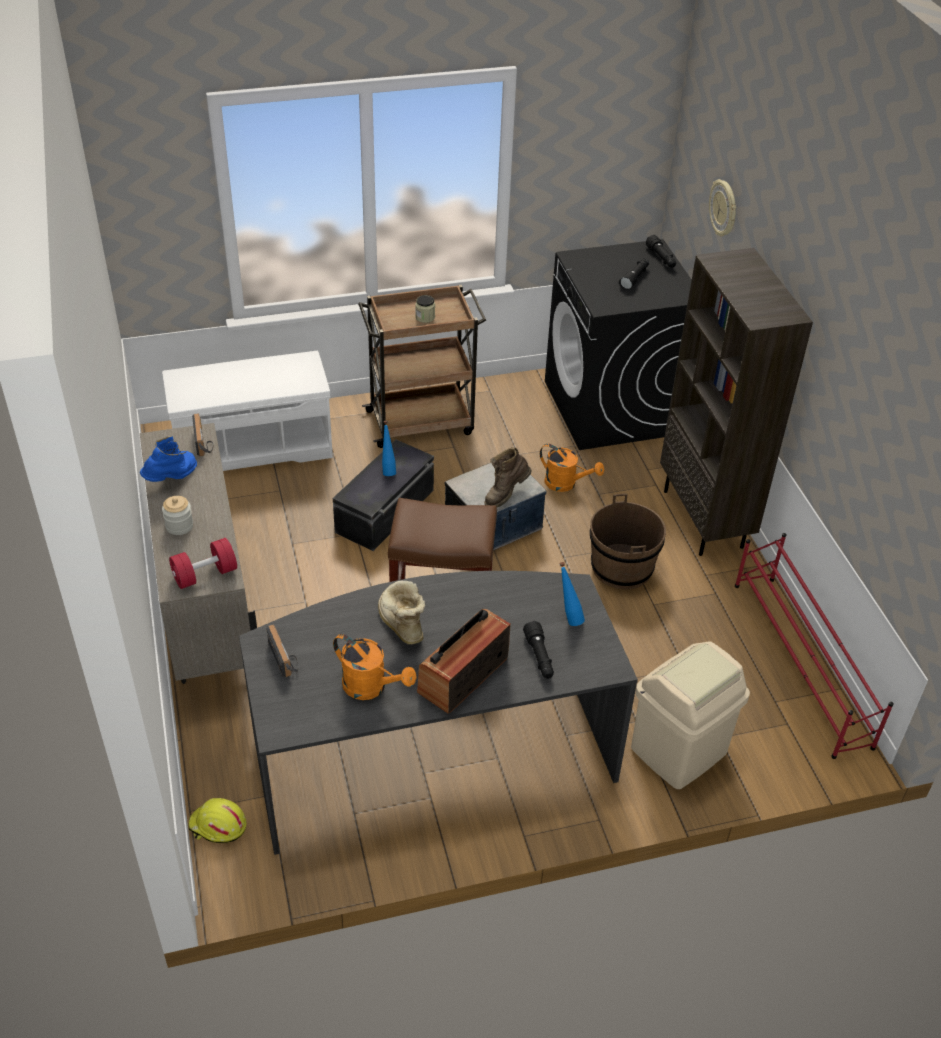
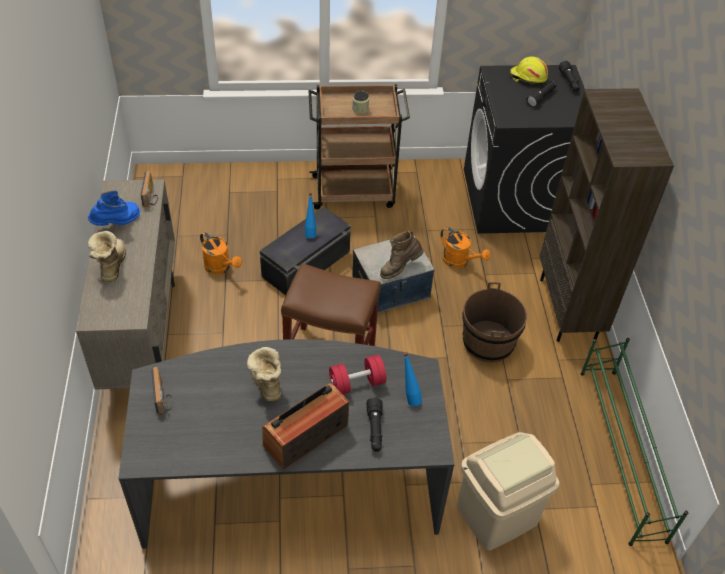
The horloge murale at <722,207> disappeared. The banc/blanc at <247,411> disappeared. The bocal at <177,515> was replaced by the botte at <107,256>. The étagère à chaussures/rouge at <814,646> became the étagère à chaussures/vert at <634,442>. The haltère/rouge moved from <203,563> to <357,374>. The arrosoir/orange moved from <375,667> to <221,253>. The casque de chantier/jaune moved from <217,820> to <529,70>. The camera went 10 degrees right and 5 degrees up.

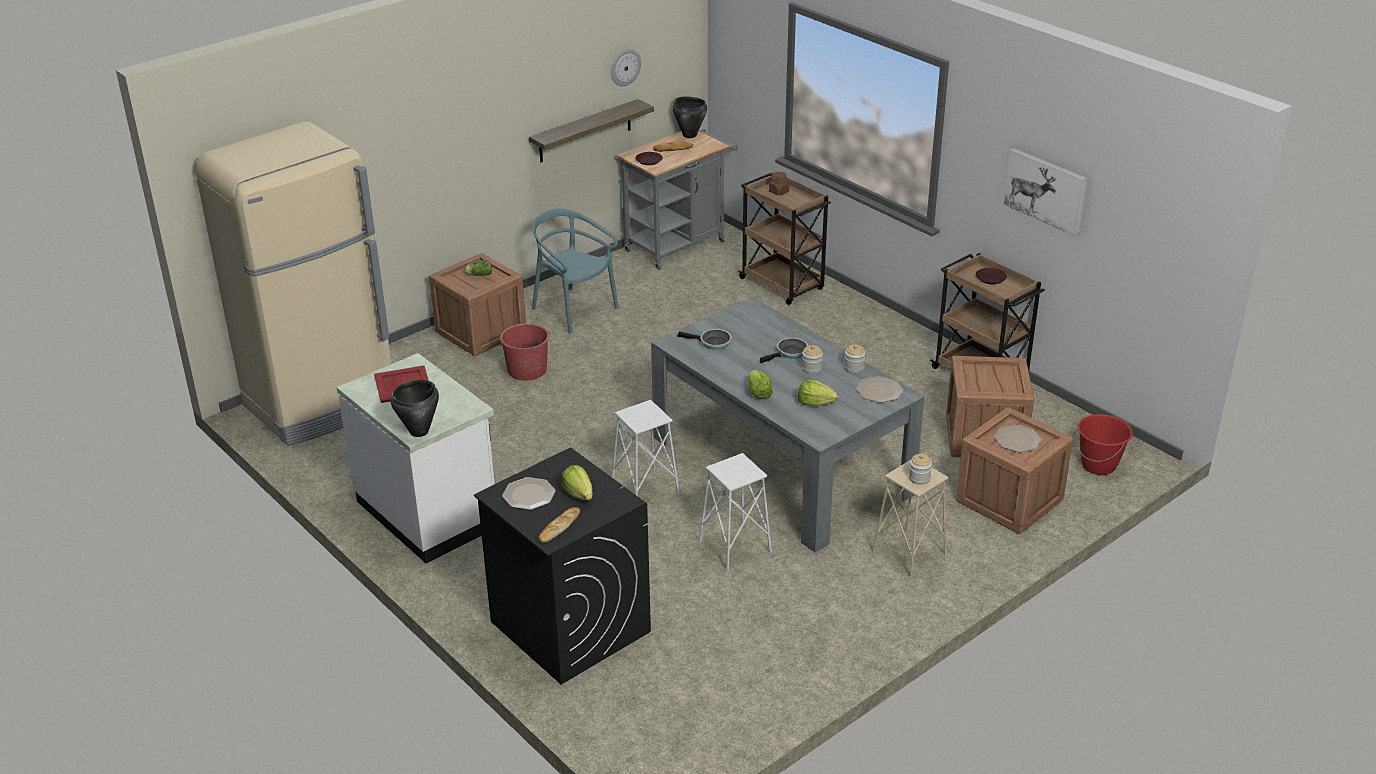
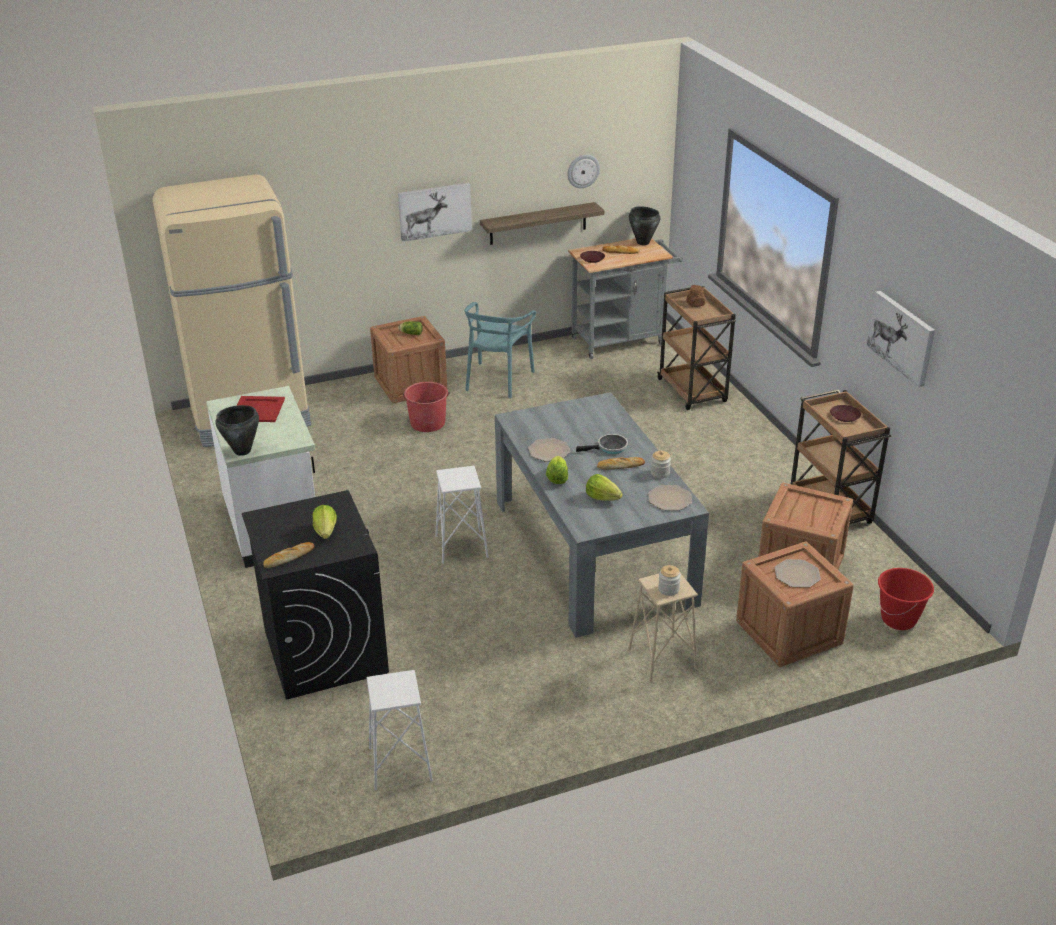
The chaise/turquoise at <575,271> turned 135 degrees counterclockwise. The poêle at <704,339> disappeared. The bocal at <812,359> was replaced by the pain at <621,463>. The tabouret/blanc moved from <735,512> to <400,730>. The assiette moved from <529,493> to <549,450>. The tableau at <435,212> appeared. The camera went 20 degrees right and 0 degrees up.

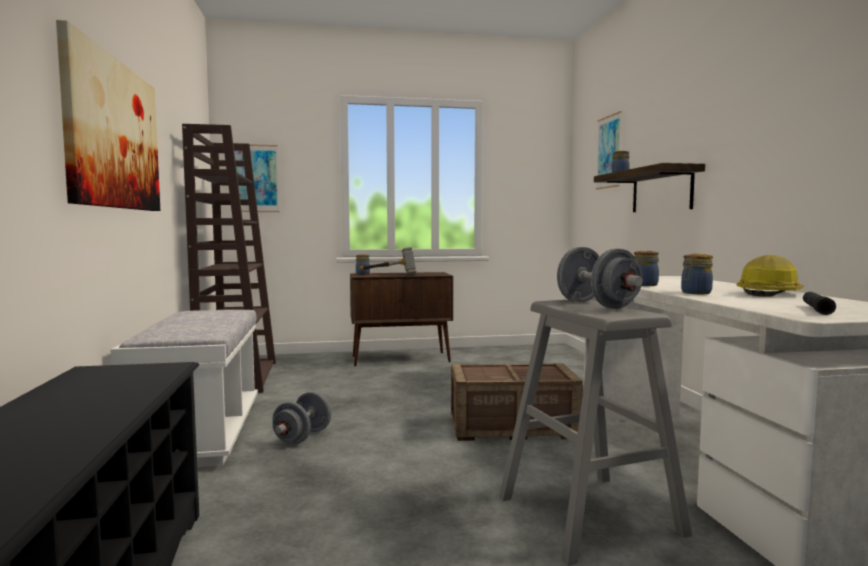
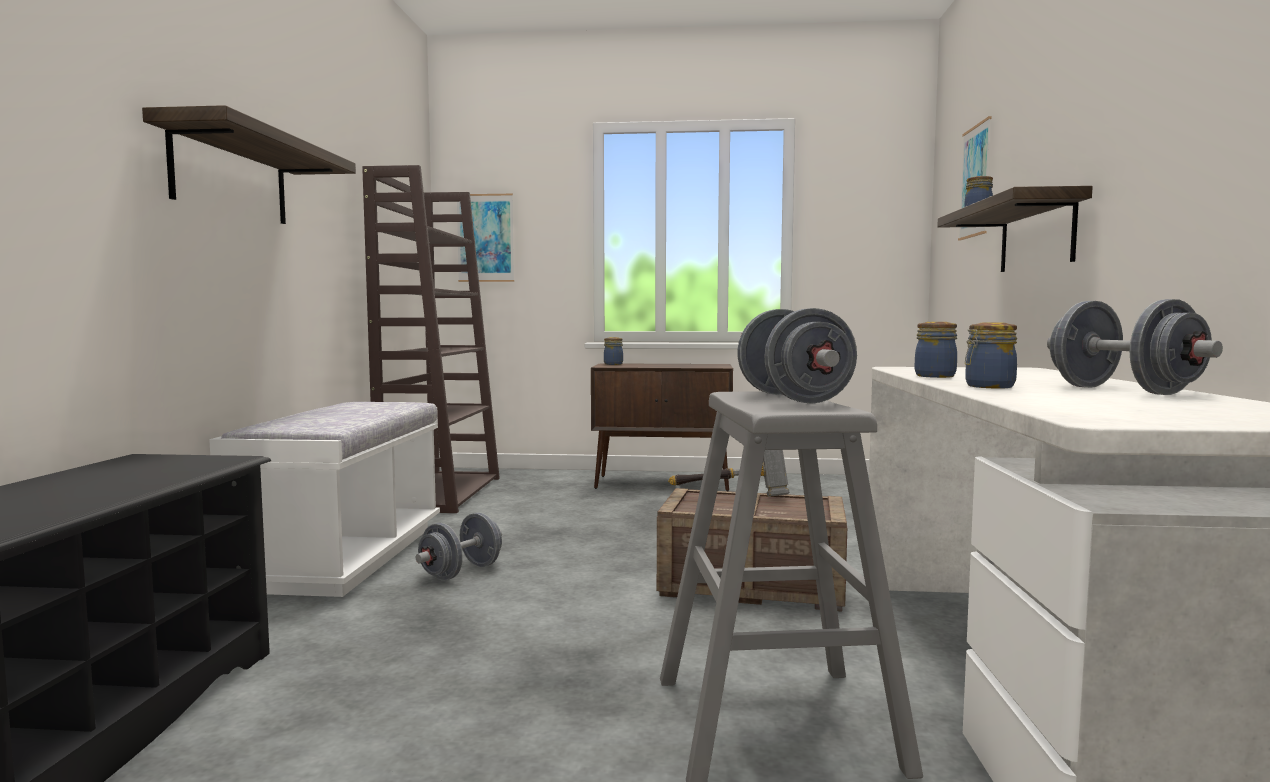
The tableau at <108,115> was replaced by the étagère at <249,164>. The marteau moved from <388,261> to <728,473>. The casque de chantier at <770,276> was replaced by the haltère/gris at <1135,347>. The lampe de poche/noir at <819,303> disappeared. The camera went 15 degrees right and 0 degrees up.

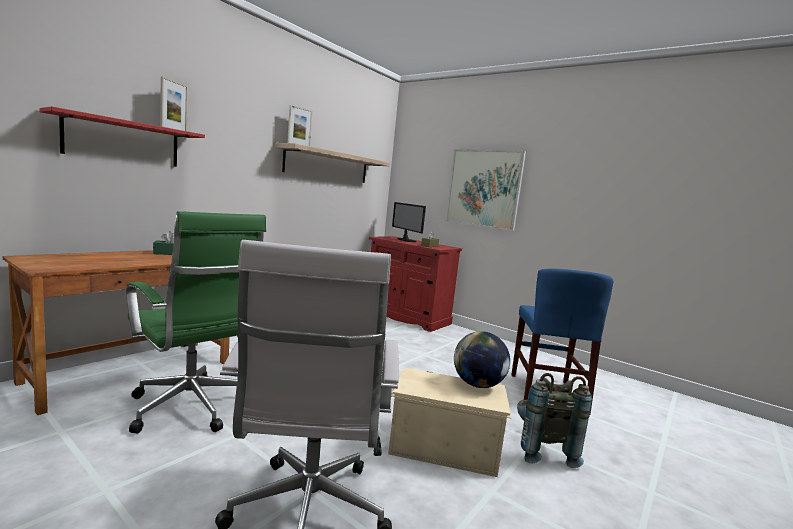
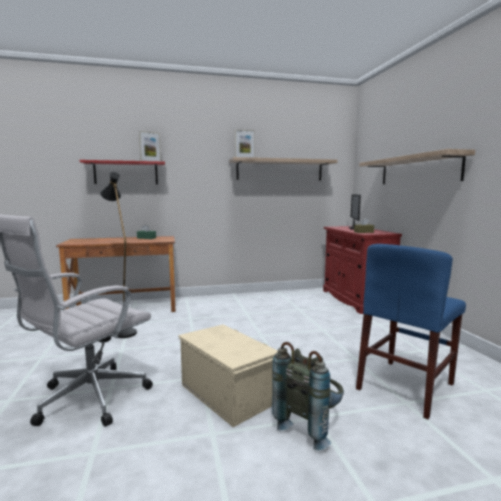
The tableau at <486,190> was replaced by the étagère at <417,166>. The chaise de bureau/vert at <196,322> was replaced by the lampadaire/noir at <118,255>. The globe at <482,359> disappeared. The camera went 40 degrees right and 0 degrees up.

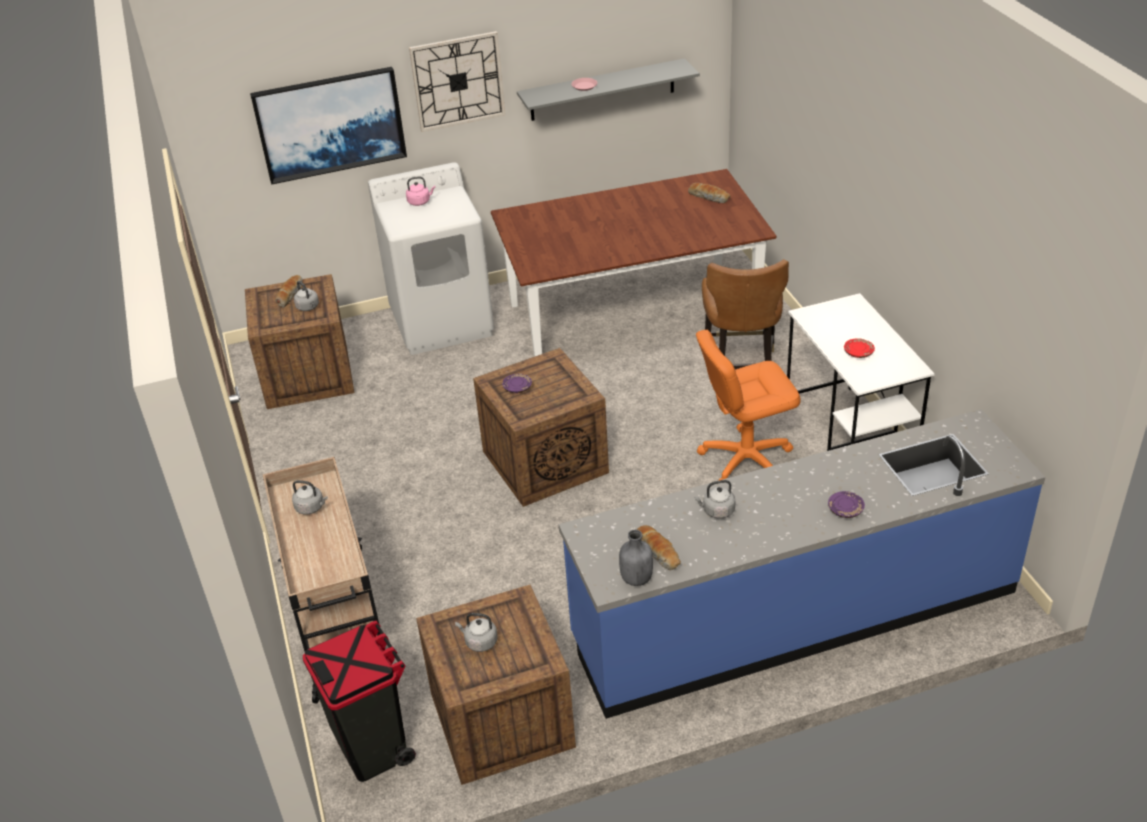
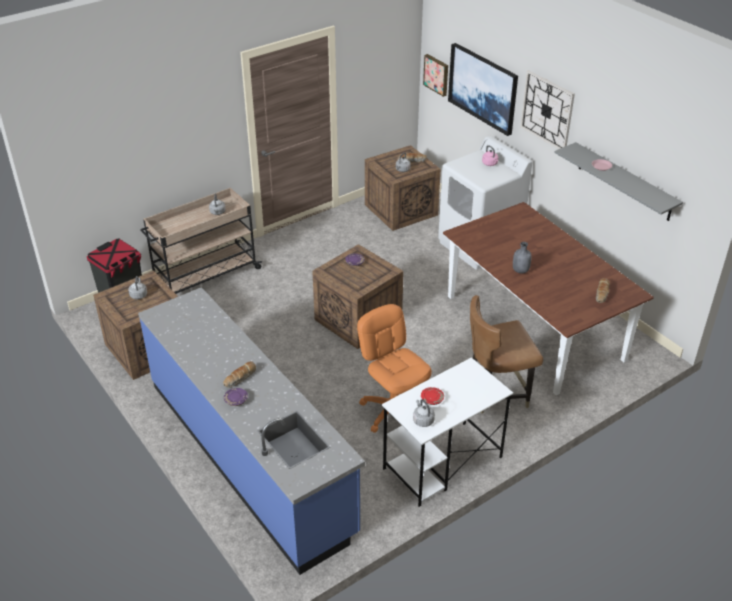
The bouilloire/gris moved from <714,499> to <424,413>. The pain moved from <659,547> to <239,374>. The bouteille/gris moved from <636,558> to <522,258>. The tableau at <435,75> appeared. The camera went 70 degrees right and 0 degrees up.

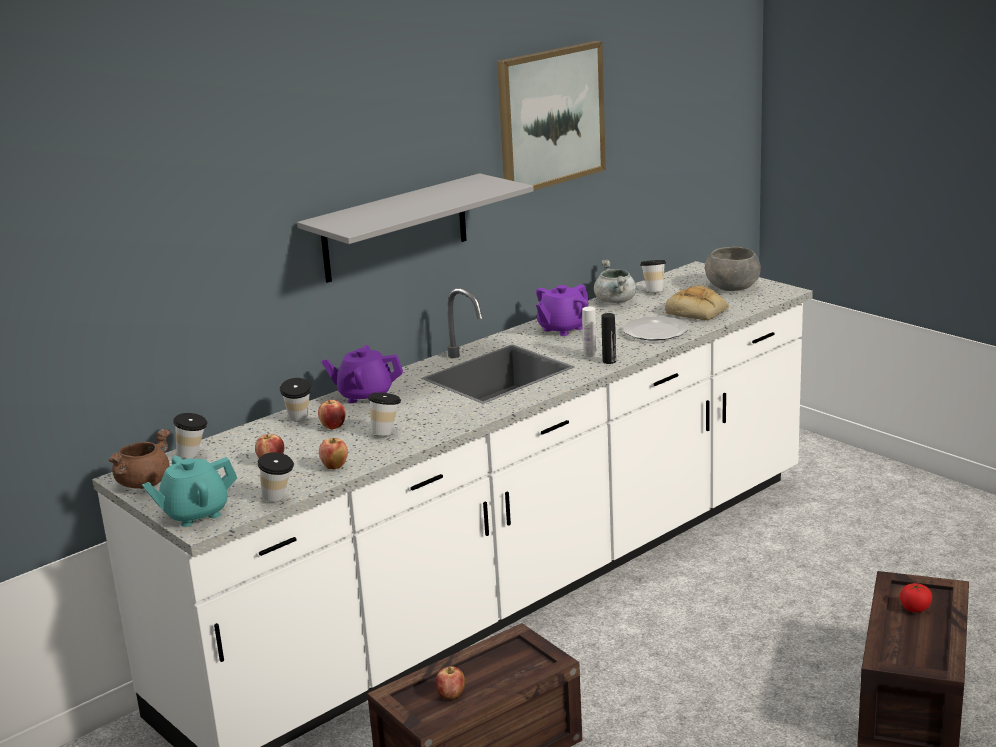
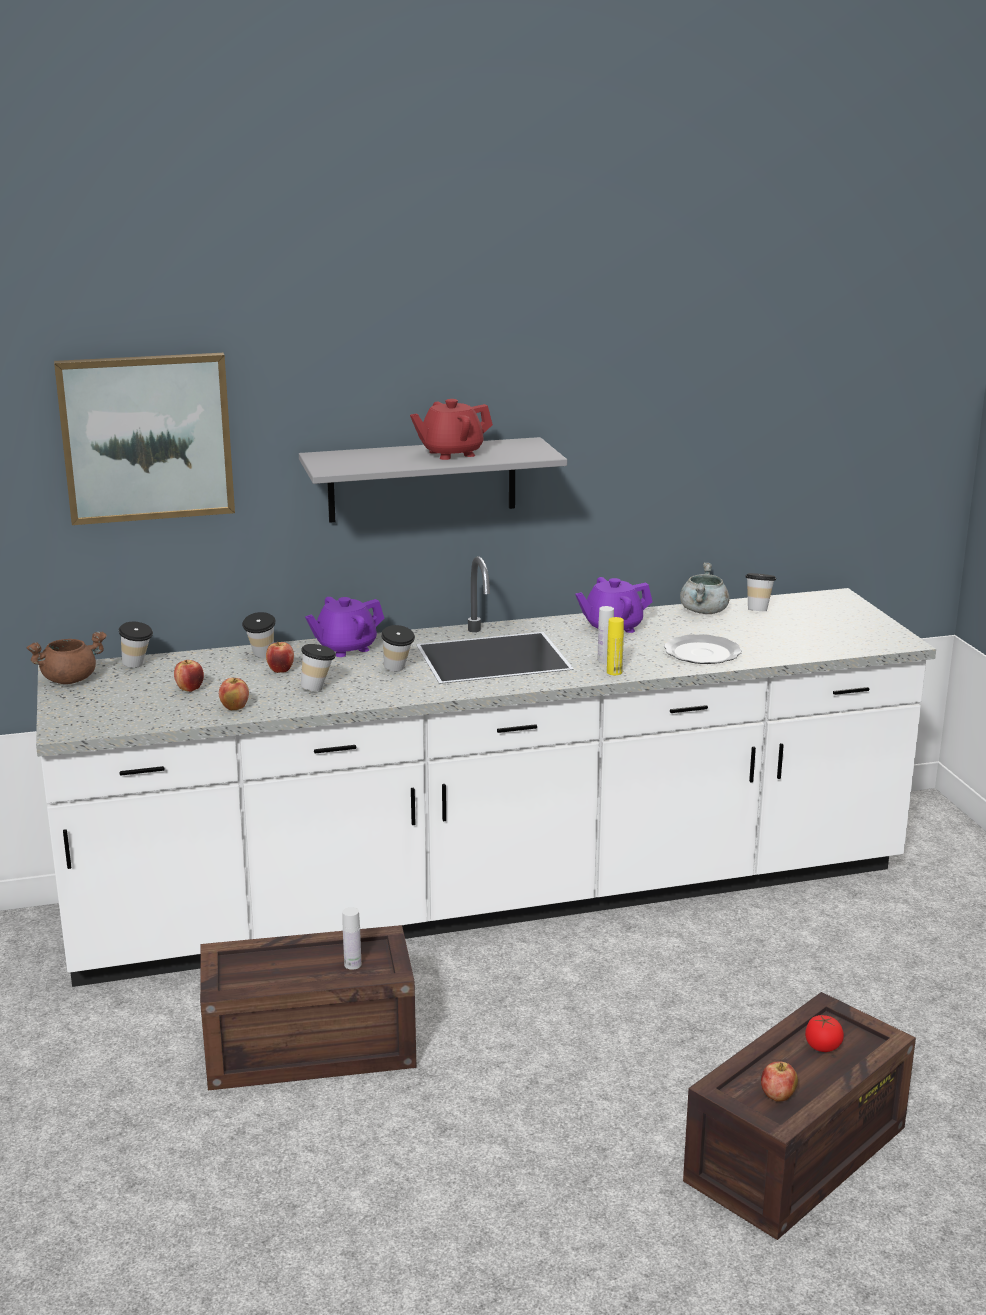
The tableau moved from <551,115> to <144,439>. The bol/gris at <733,269> disappeared. The pain at <697,302> disappeared. The bouteille/noir at <609,338> became the bouteille/jaune at <615,646>. The théière/violet at <362,374> turned 60 degrees counterclockwise. The tasse moved from <276,477> to <398,648>. The théière/turquoise at <189,491> disappeared. The pomme moved from <450,683> to <779,1081>. The théière/rouge at <451,429> appeared. The bouteille/blanc at <351,938> appeared. The camera went 25 degrees right and 0 degrees up.

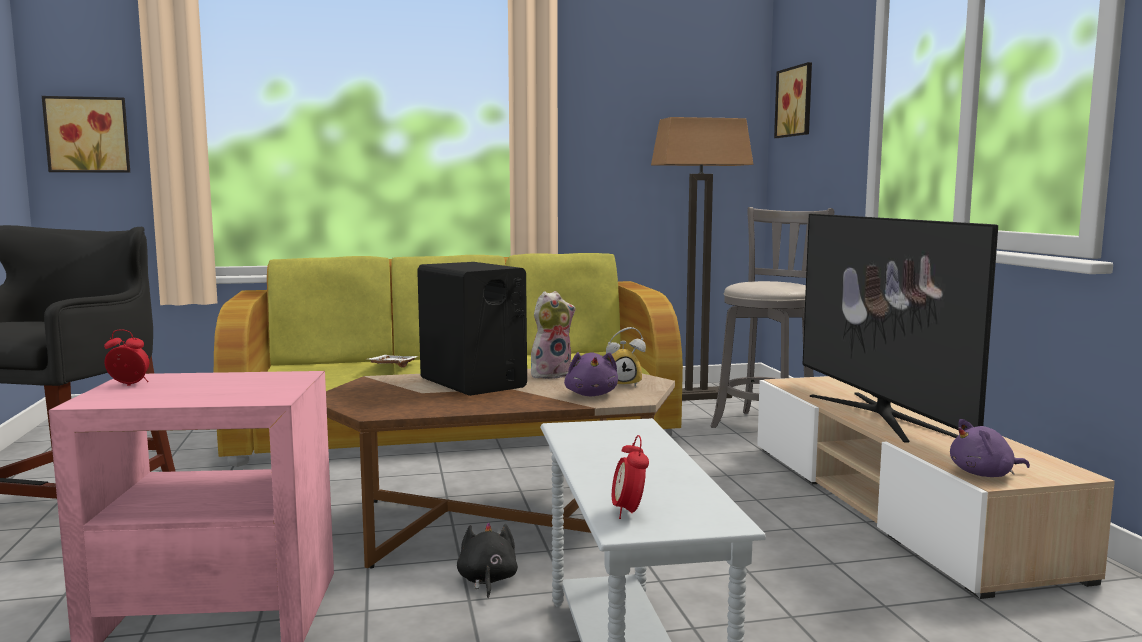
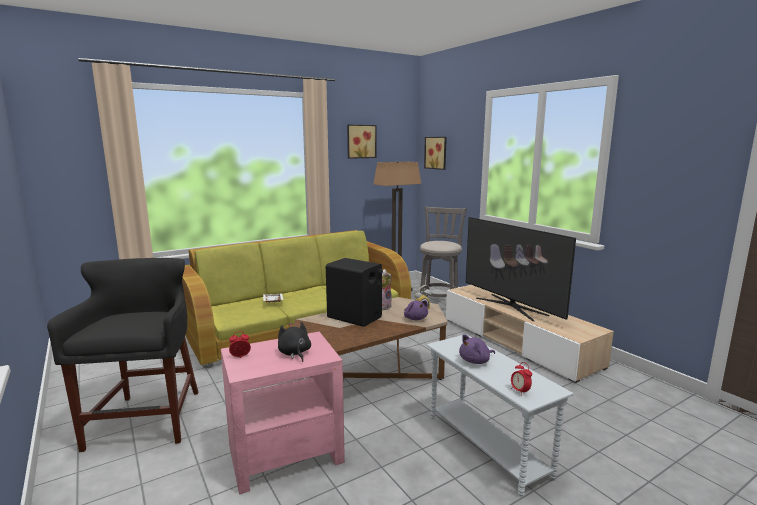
The tableau moved from <86,134> to <362,142>. The peluche/violet moved from <990,448> to <477,349>. The peluche/noir moved from <487,560> to <294,342>. The camera went 20 degrees left and 5 degrees up.

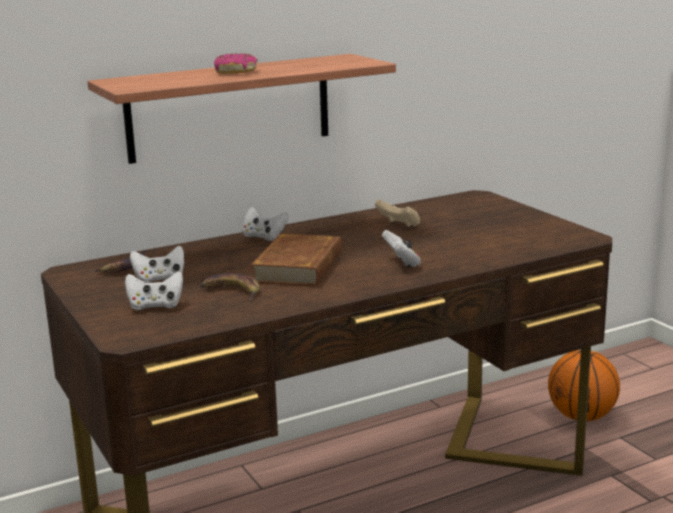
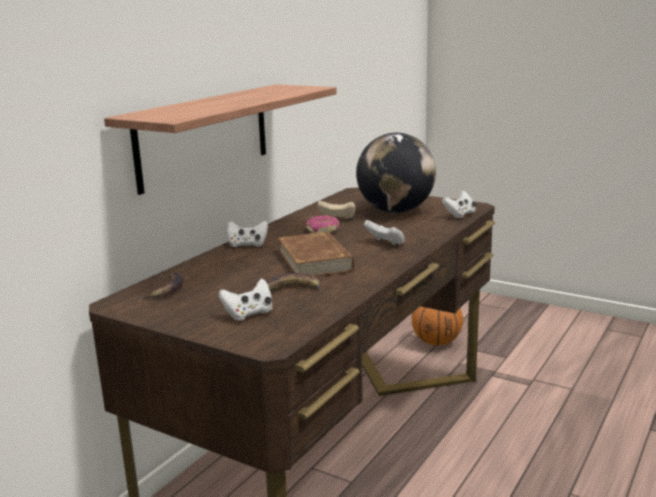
The beignet moved from <236,64> to <323,224>. The manette/blanc moved from <157,264> to <459,204>. The globe at <396,173> appeared. The camera went 30 degrees left and 0 degrees up.

